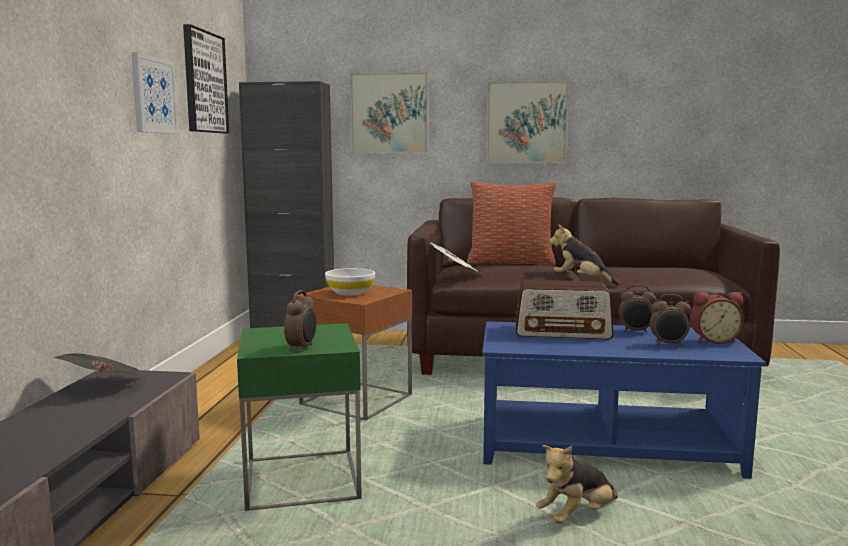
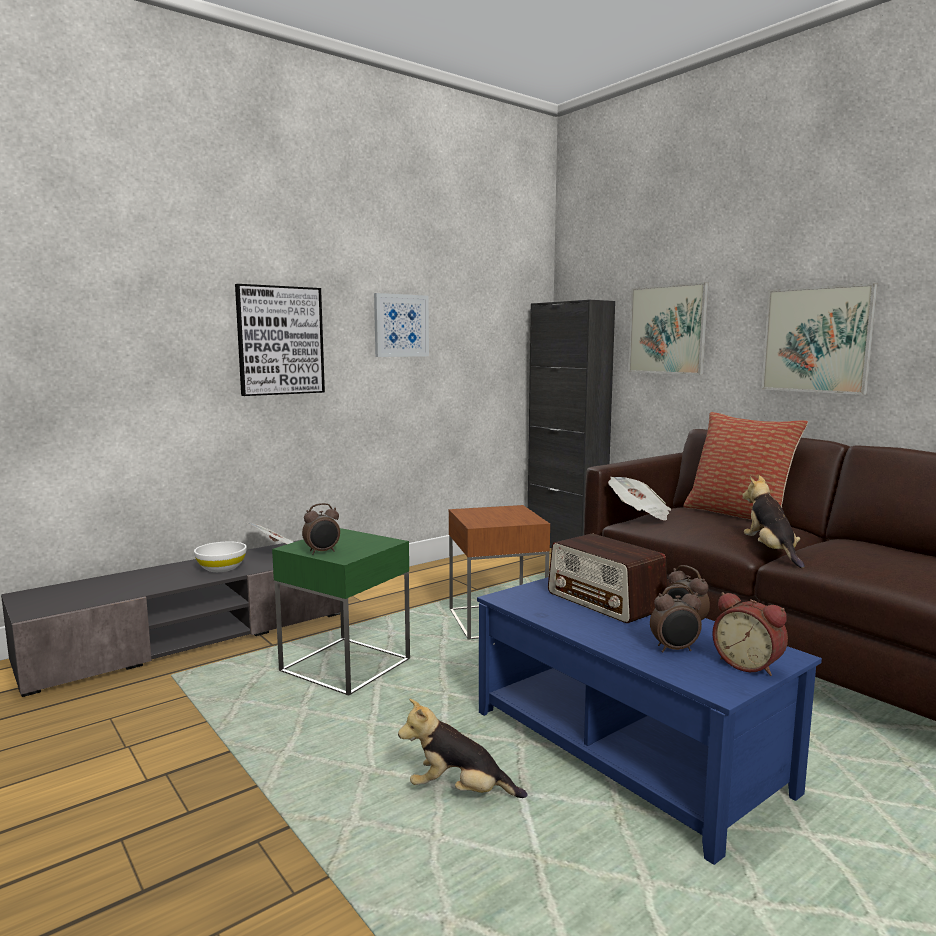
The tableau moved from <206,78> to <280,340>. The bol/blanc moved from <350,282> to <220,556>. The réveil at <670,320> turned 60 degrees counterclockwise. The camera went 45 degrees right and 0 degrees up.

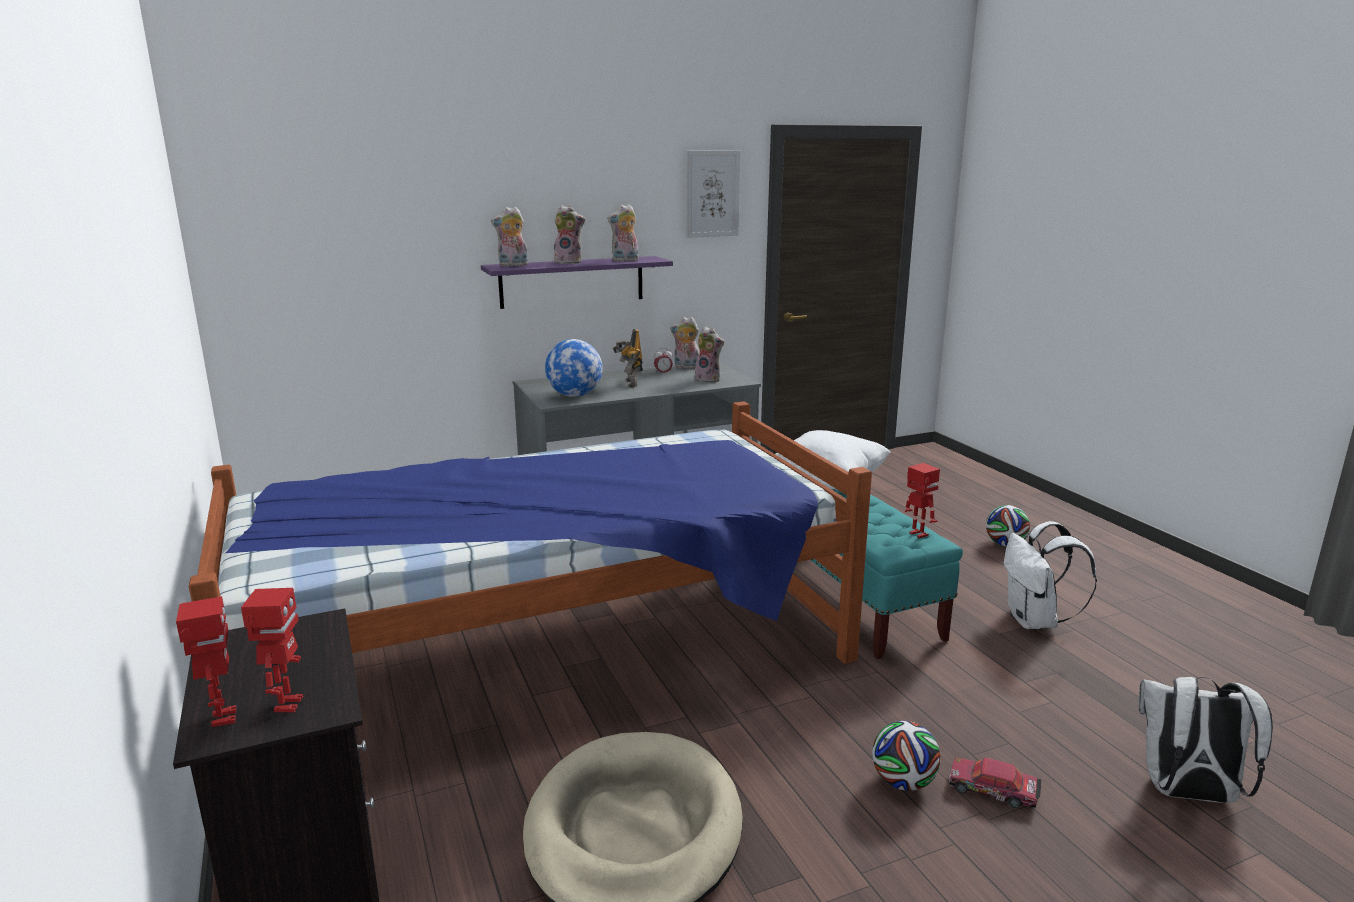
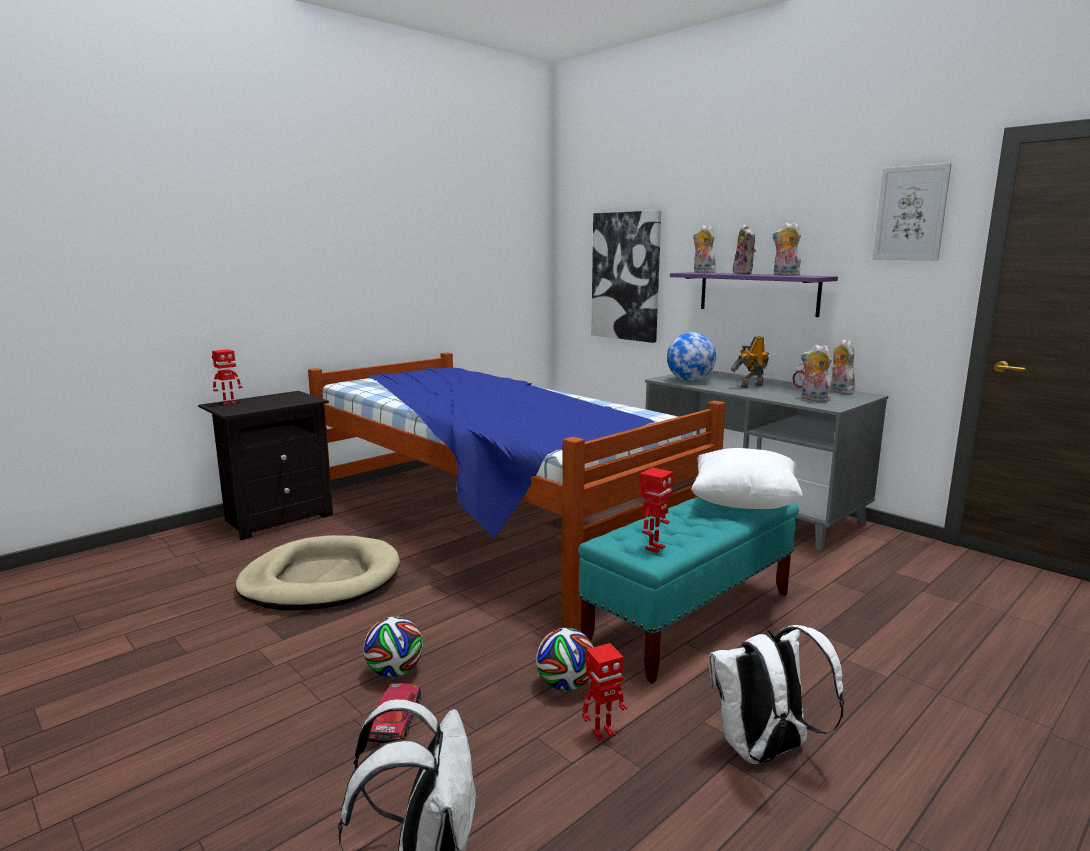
The peluche at <709,354> turned 120 degrees clockwise. The ballon de foot moved from <1008,526> to <564,659>. The robot jouet moved from <272,650> to <605,692>. The tableau at <626,276> appeared. The camera went 70 degrees right and 5 degrees down.

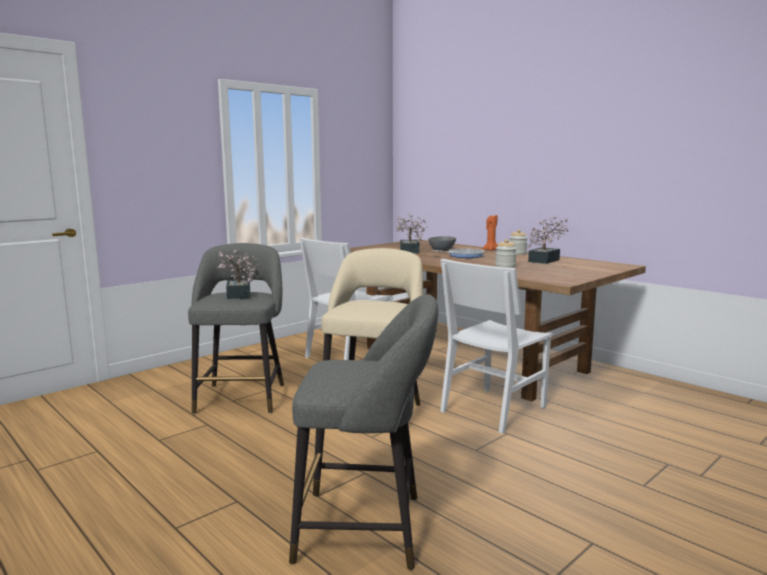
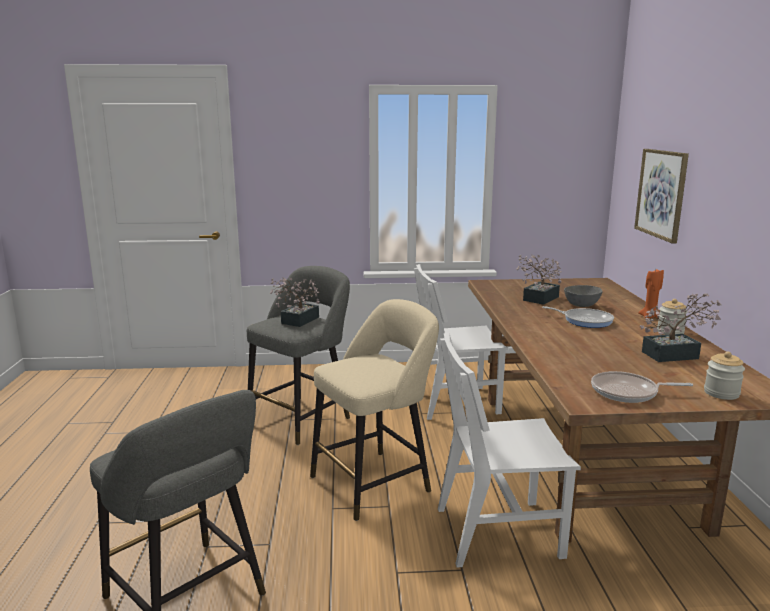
The bocal moved from <506,253> to <724,375>. The tableau at <661,196> appeared. The poêle at <642,387> appeared. The camera went 40 degrees right and 5 degrees up.

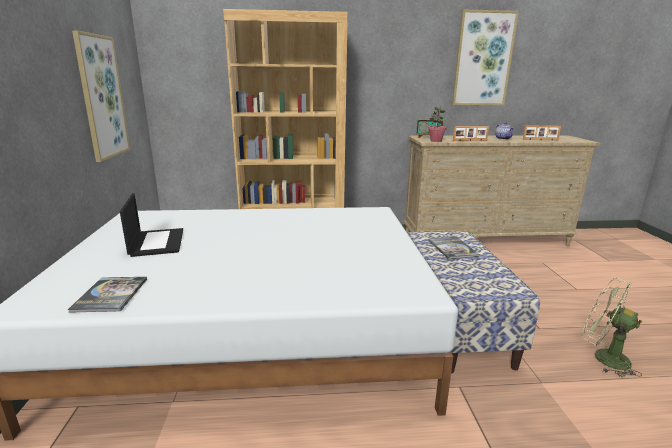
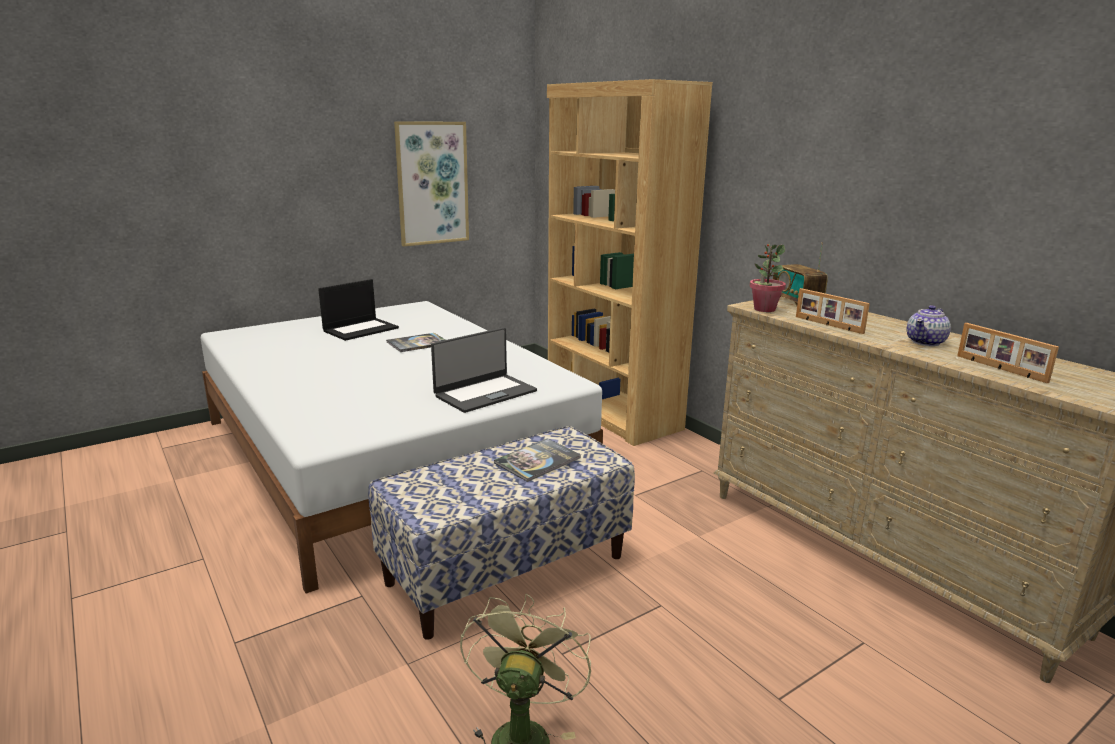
The tableau at <485,57> disappeared. The livre moved from <107,295> to <416,342>. The ordinateur portable at <484,370> appeared. The camera went 60 degrees right and 0 degrees up.

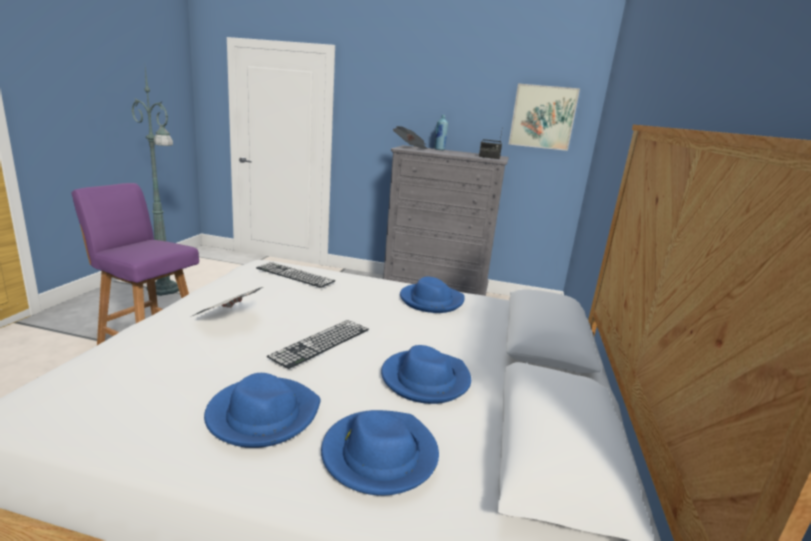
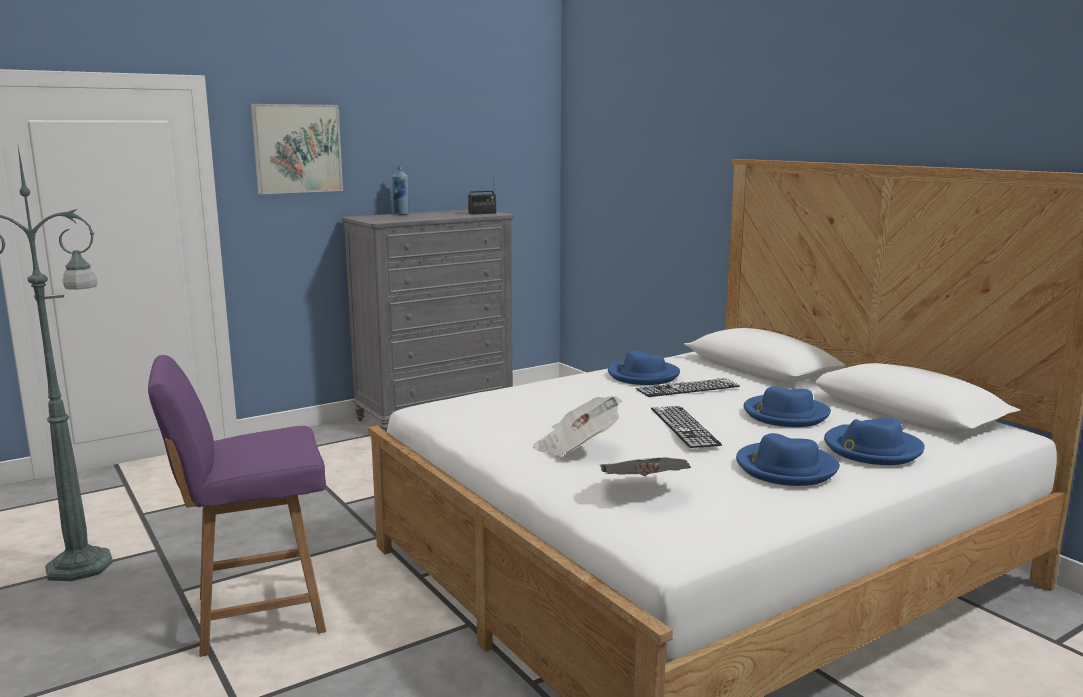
The tableau moved from <544,117> to <297,149>. The journal moved from <410,137> to <645,467>. The clavier moved from <295,275> to <688,387>. The camera went 45 degrees left and 5 degrees down.

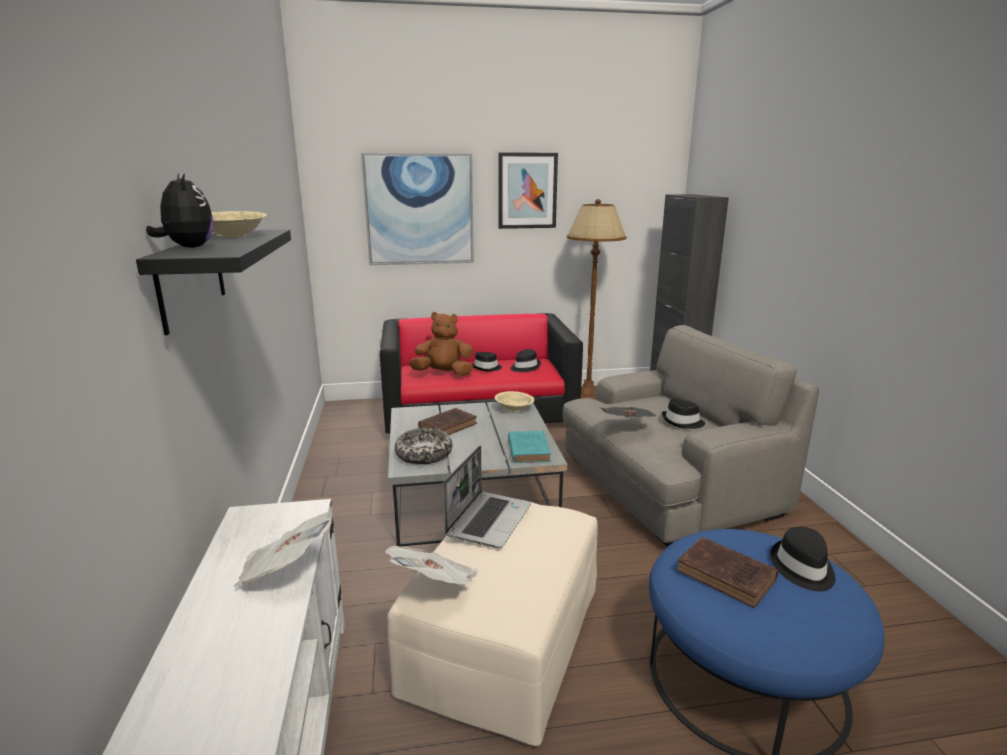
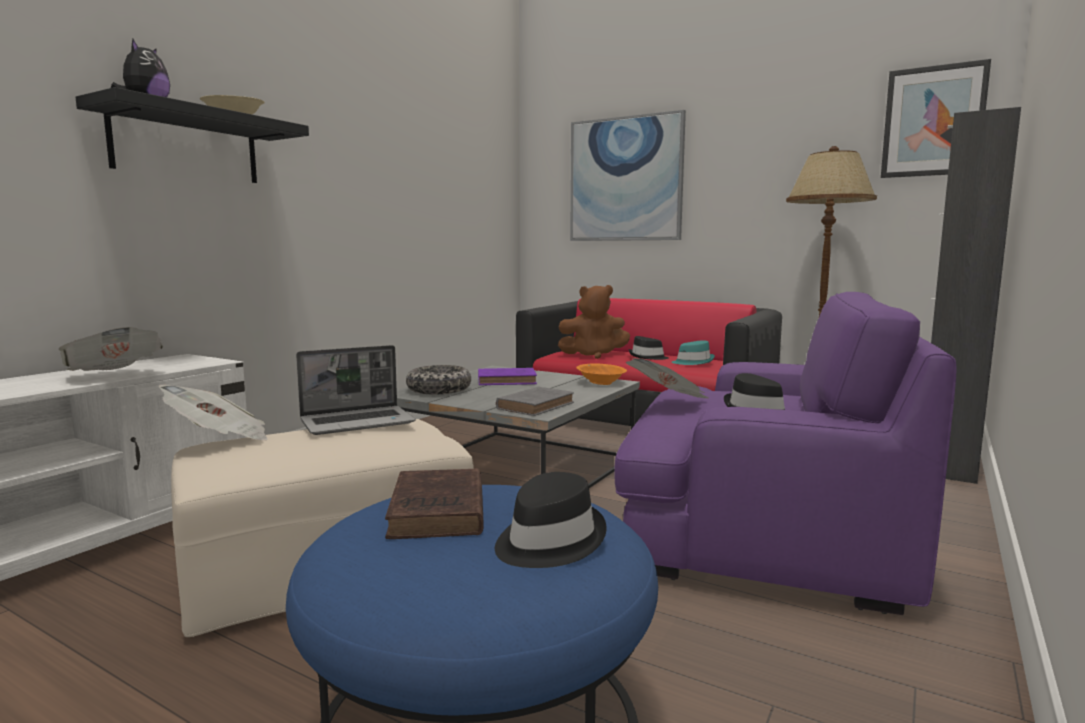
The tableau moved from <528,190> to <936,118>. The peluche/marron at <441,344> turned 135 degrees clockwise. The fauteuil/gris at <691,436> became the fauteuil/violet at <785,453>. The chapeau/noir at <525,360> became the chapeau/turquoise at <693,352>. The bol/beige at <514,401> became the bol/orange at <601,374>. The livre/marron at <447,421> became the livre/violet at <507,376>. The livre/turquoise at <529,447> became the livre/gris at <535,401>. The camera went 40 degrees right and 10 degrees down.

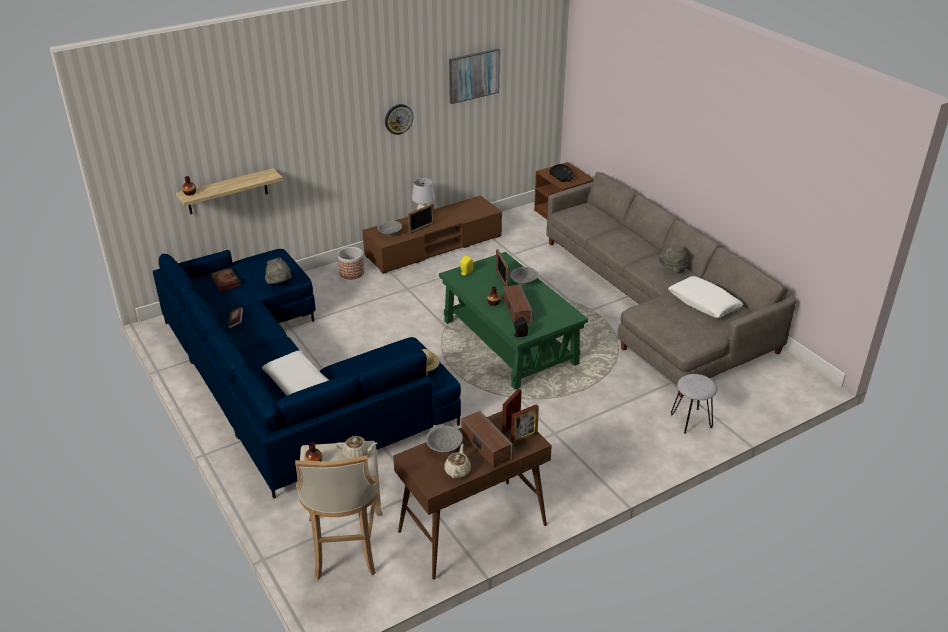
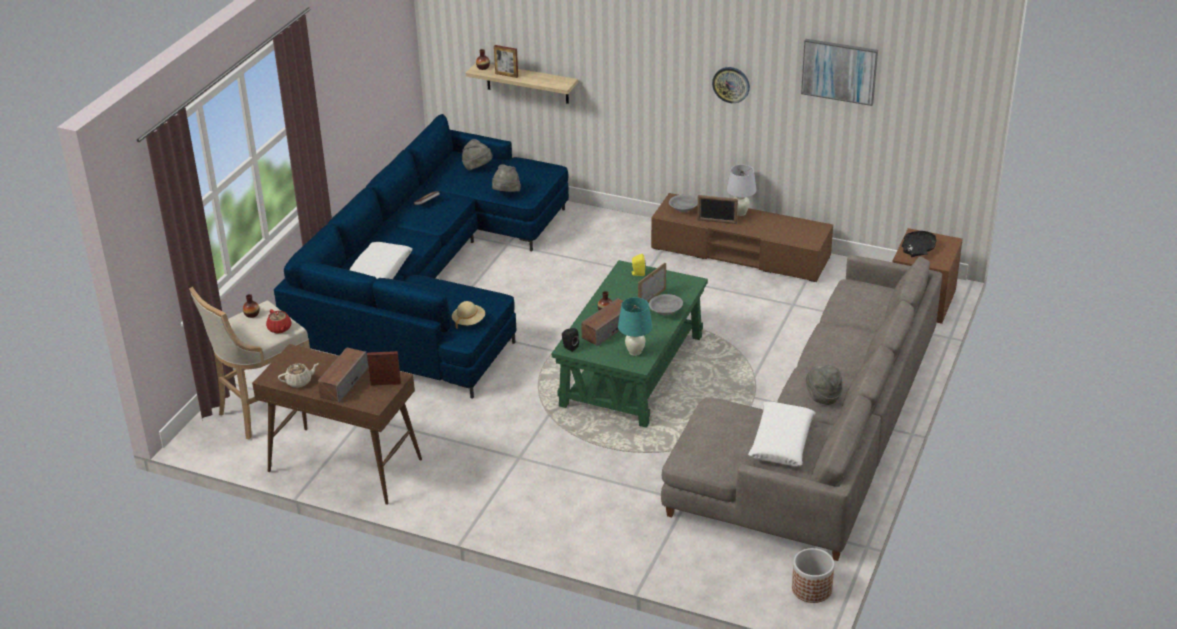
The cache-pot moved from <350,263> to <813,575>. The livre at <226,280> was replaced by the chapeau/gris at <477,154>. The tabouret/gris at <694,404> disappeared. The cadre photo moved from <525,424> to <506,61>. The bol/gris at <444,438> disappeared. The théière/beige at <356,447> became the théière/rouge at <279,321>. The lampe de table/turquoise at <635,326> appeared. The camera went 55 degrees right and 0 degrees up.

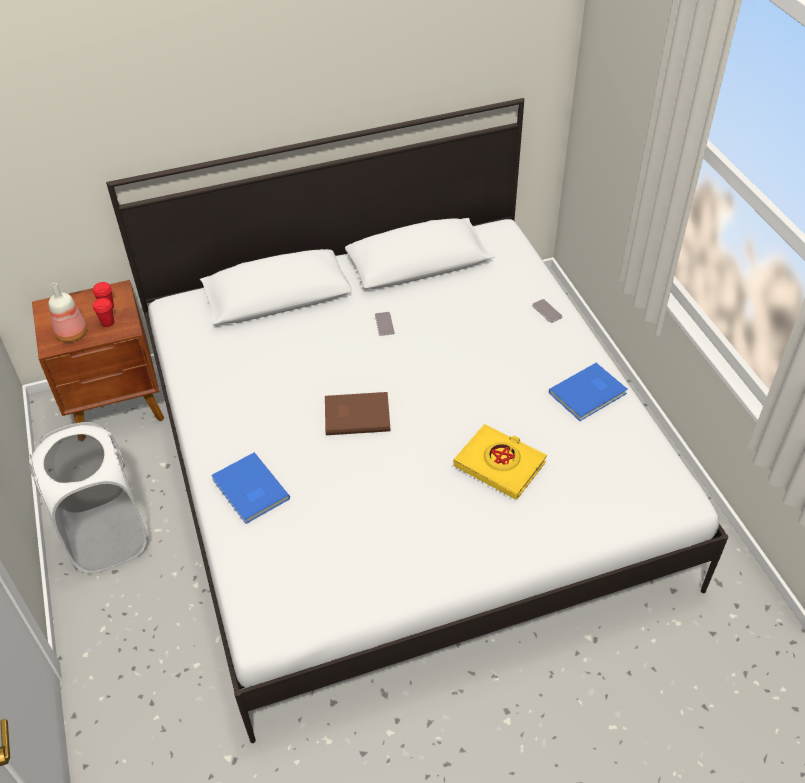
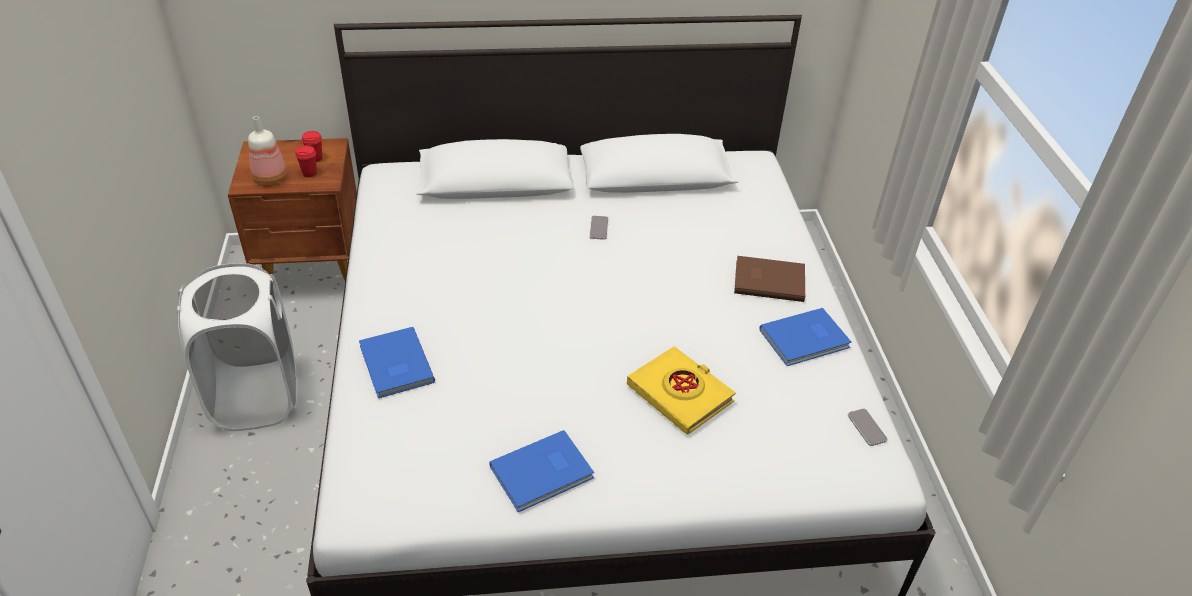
The téléphone moved from <547,311> to <868,427>. The livre/marron moved from <357,413> to <769,279>. The livre/bleu at <541,471> appeared. The camera went 10 degrees right and 5 degrees down.

